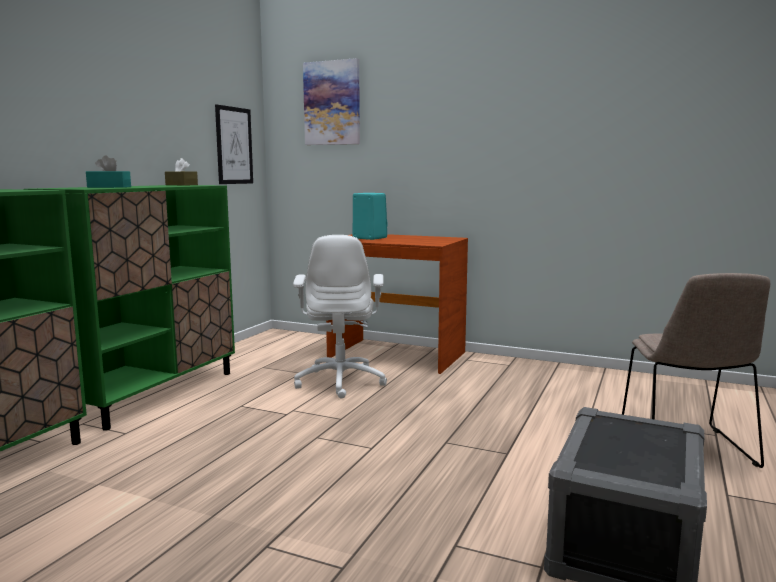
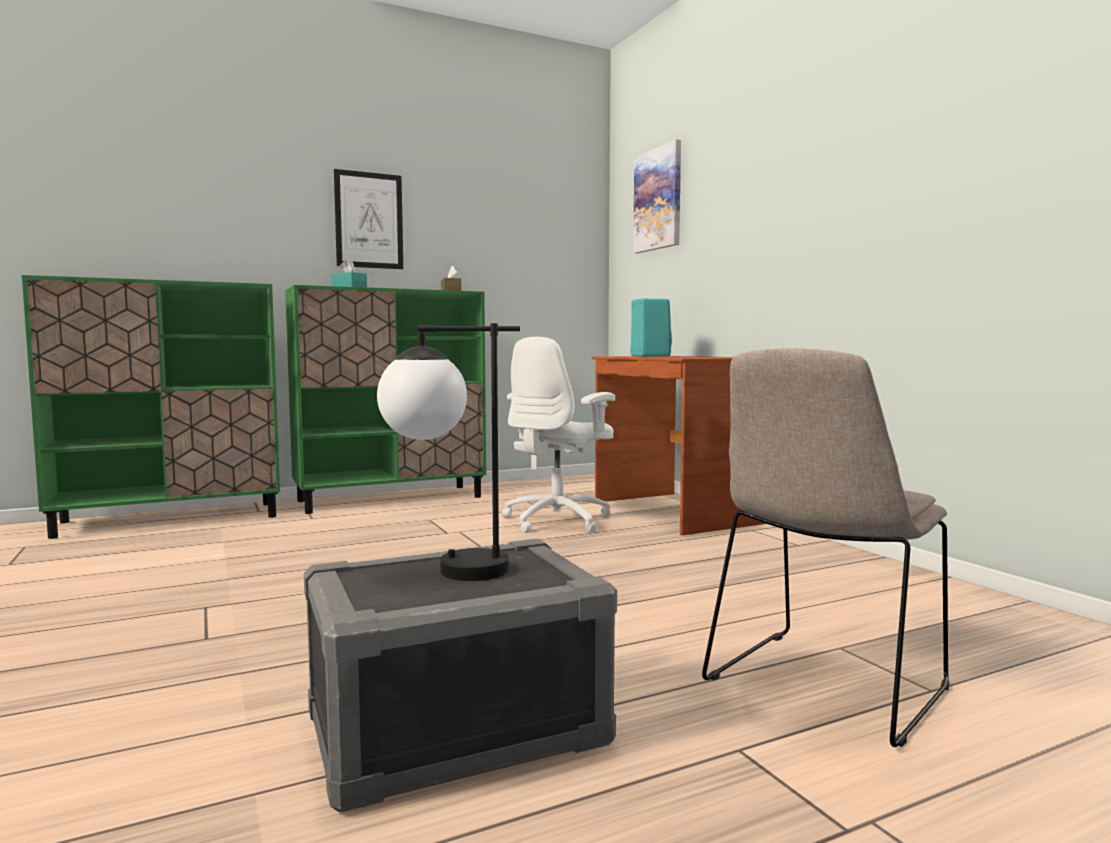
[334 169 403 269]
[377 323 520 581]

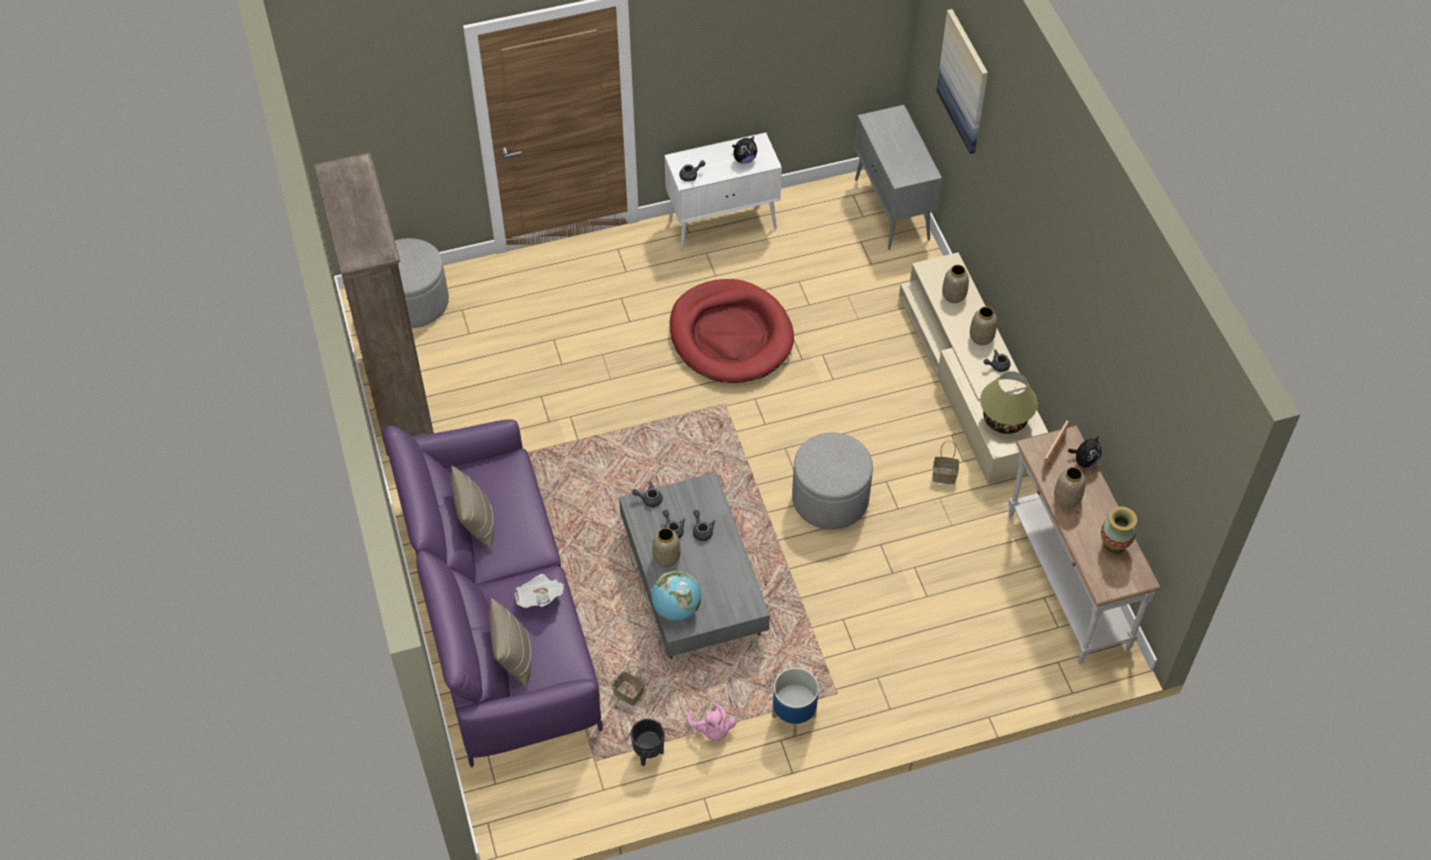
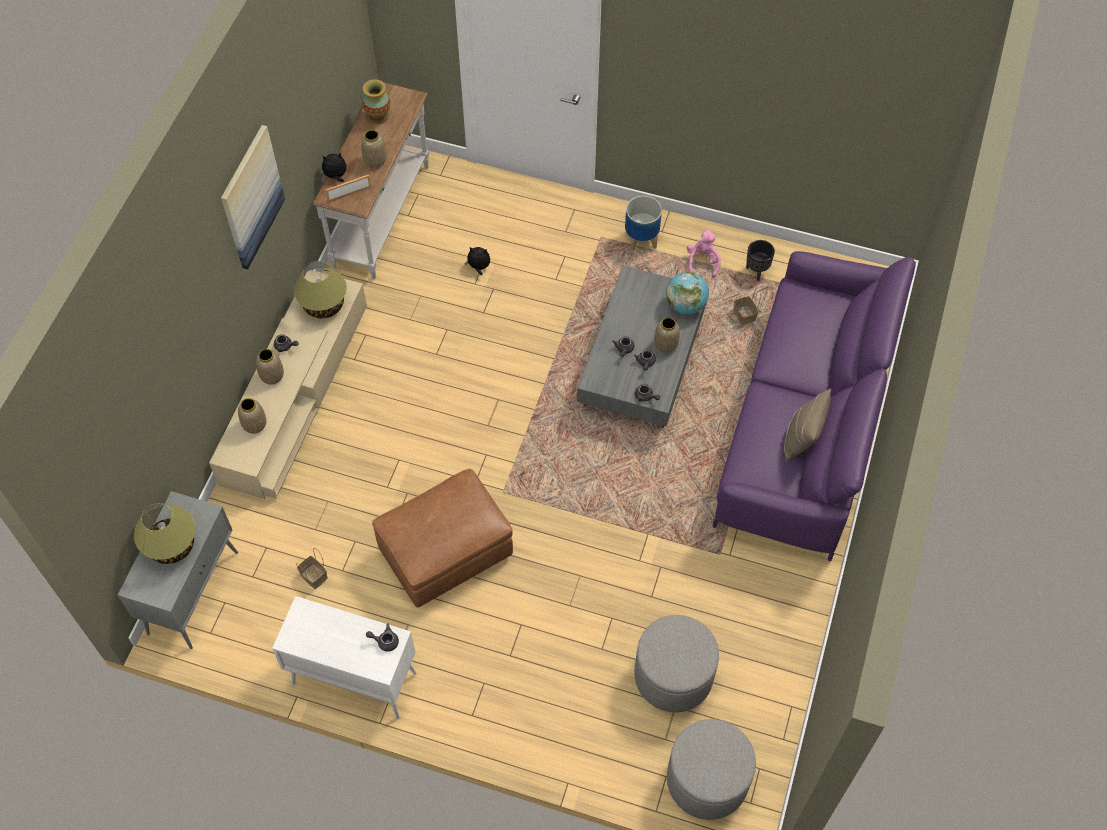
[134 503 195 564]
[221 125 285 270]
[296 548 328 589]
[372 468 513 607]
[464 247 490 275]
[634 615 719 713]
[314 153 434 456] (first image)
[489 598 531 688] (first image)
[515 574 564 608] (first image)

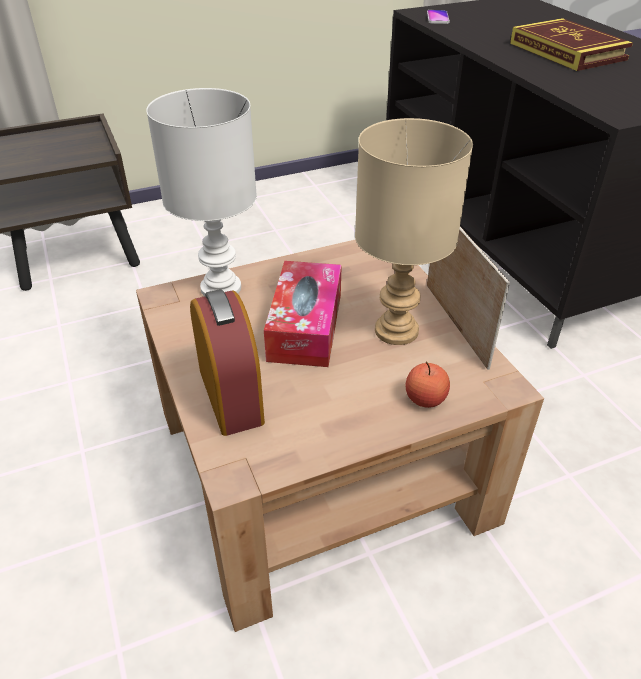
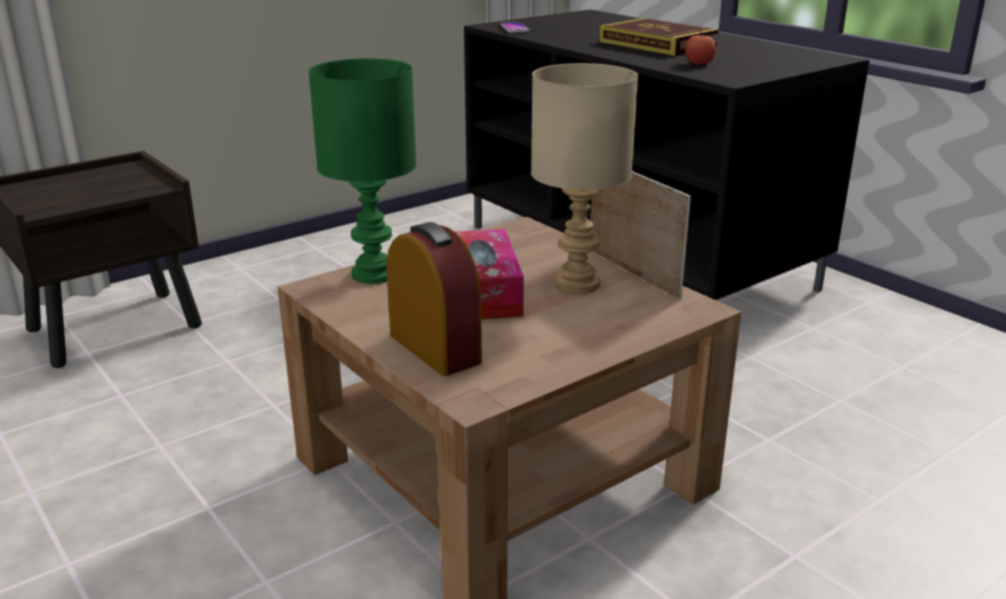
[308 58 416 284]
[685 28 716 65]

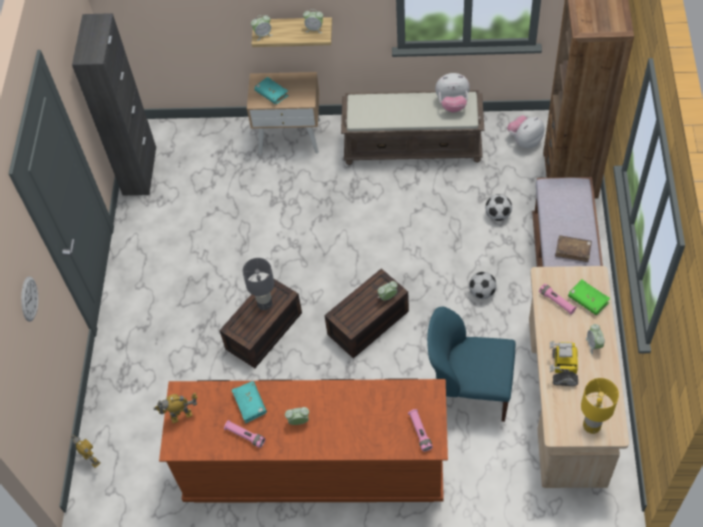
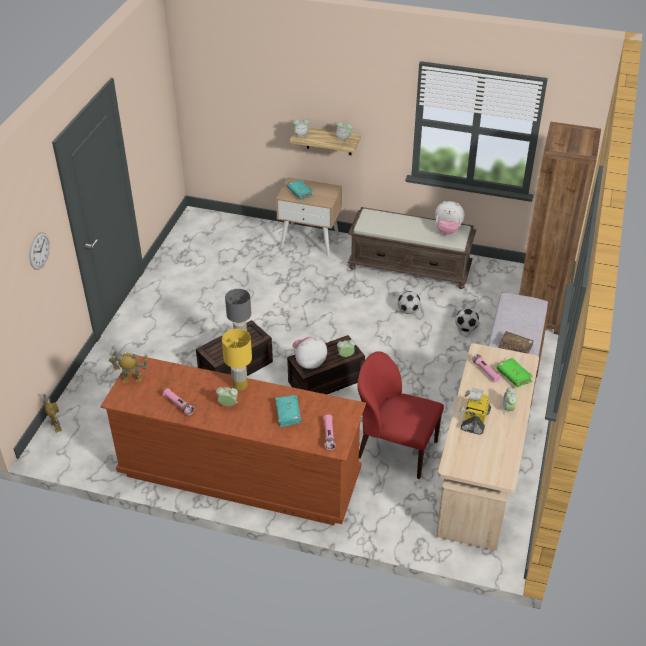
[222 329 252 391]
[275 395 301 428]
[292 336 327 369]
[357 351 444 479]
[398 291 421 314]
[72 13 156 195] (first image)

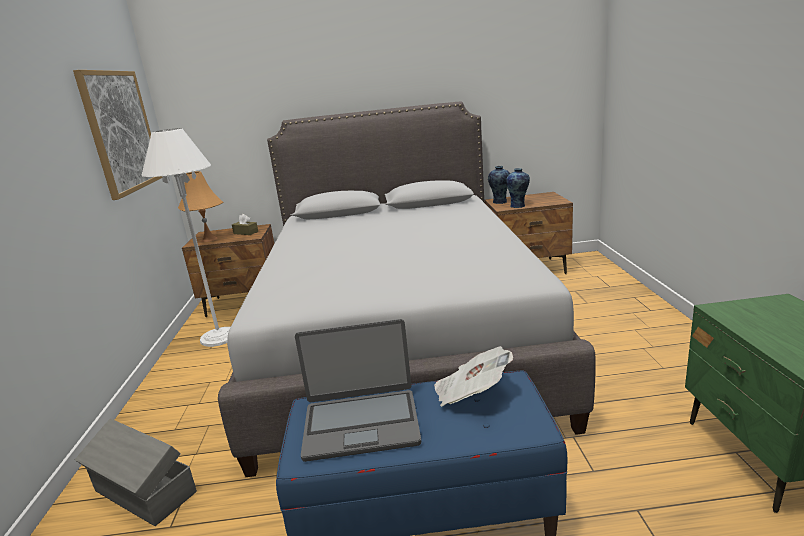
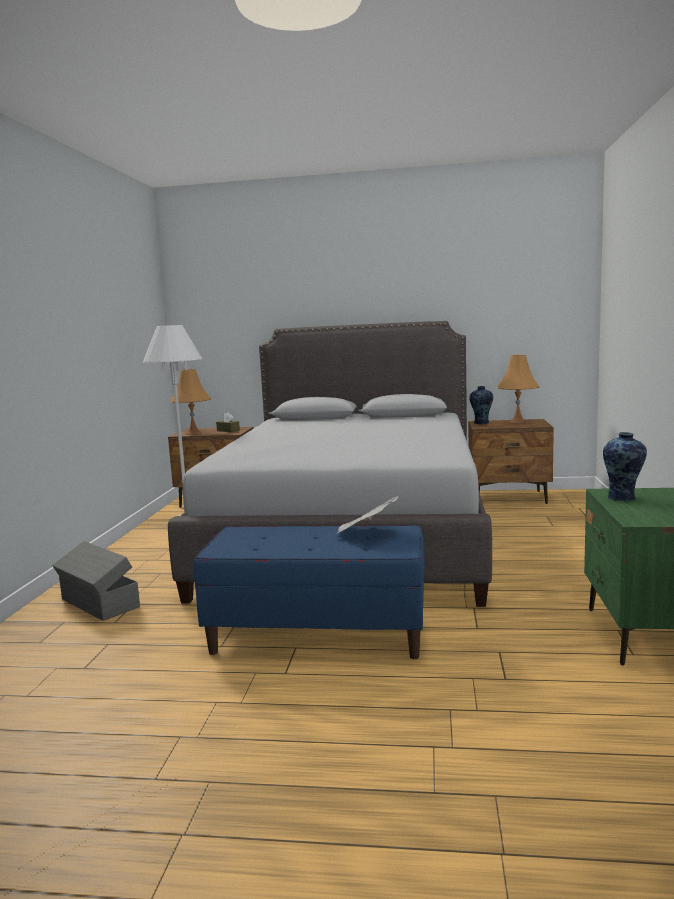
[497 355 539 423]
[603 432 647 501]
[73 70 162 200] (first image)
[295 319 421 462] (first image)

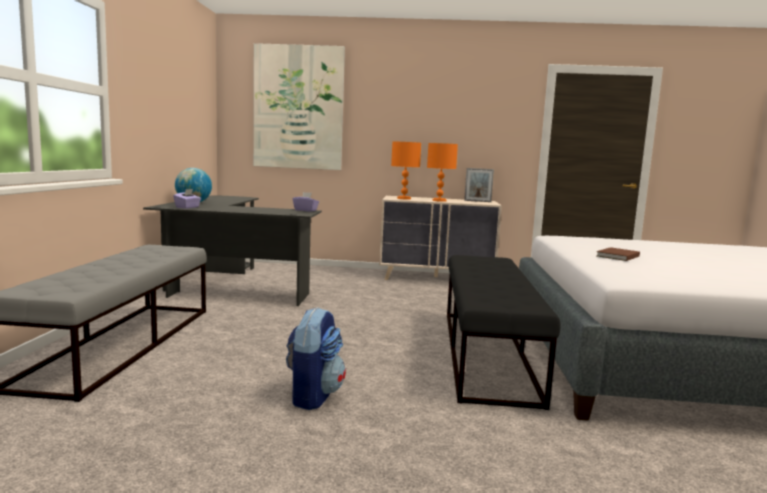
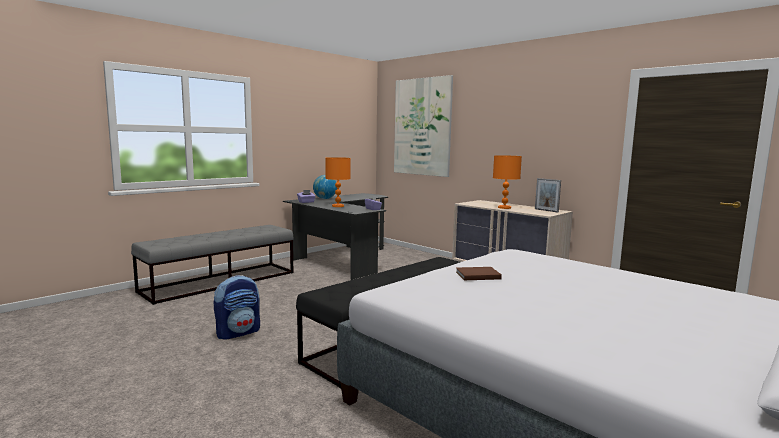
[325 157 350 207]

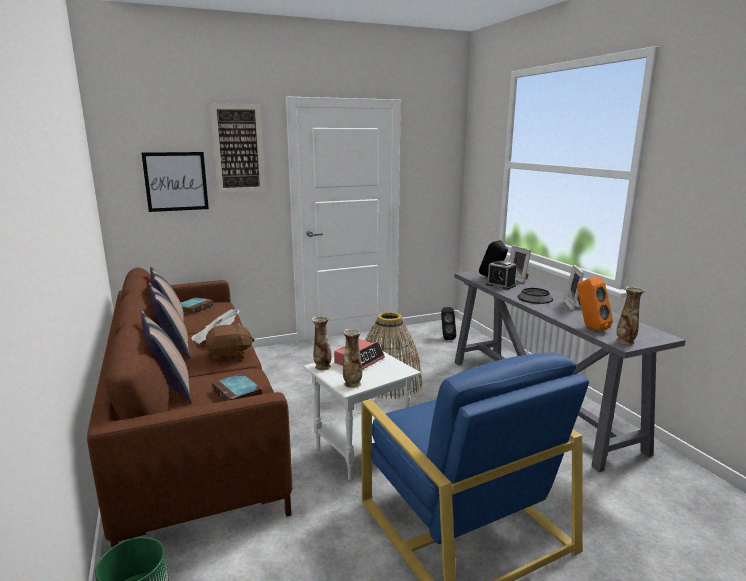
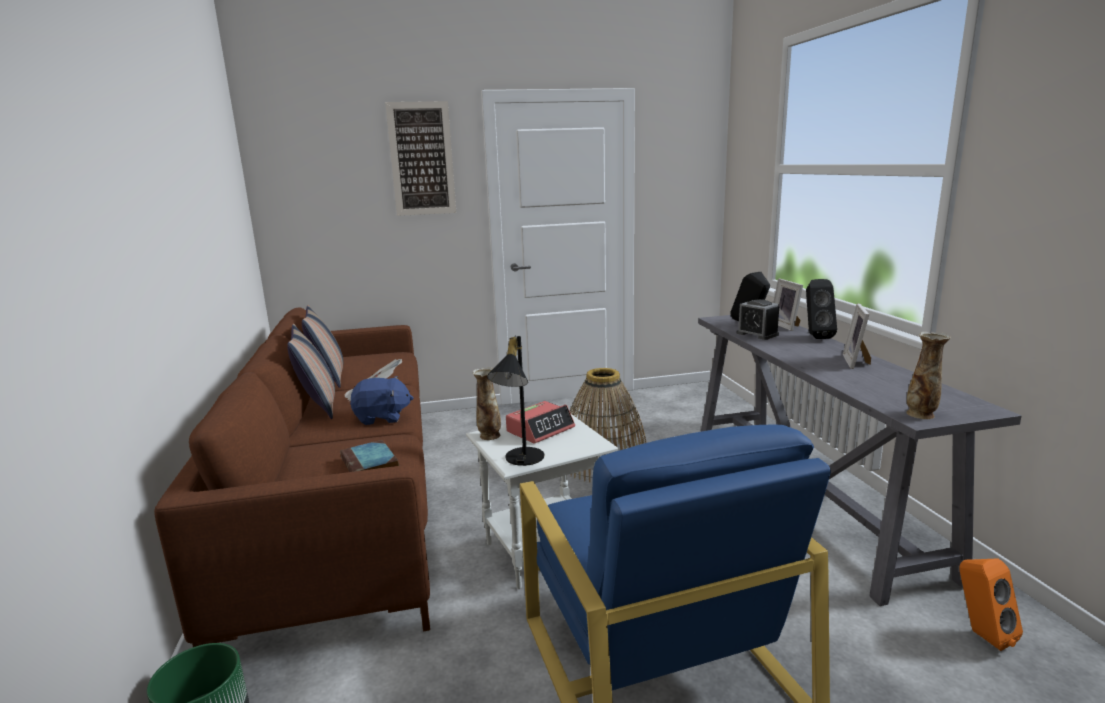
[350 376 414 425]
[487 335 544 466]
[806 279 837 339]
[959 558 1023 651]
[141 311 192 404] (first image)
[142 152 209 212] (first image)
[181 297 213 314] (first image)
[518 288 553 304] (first image)

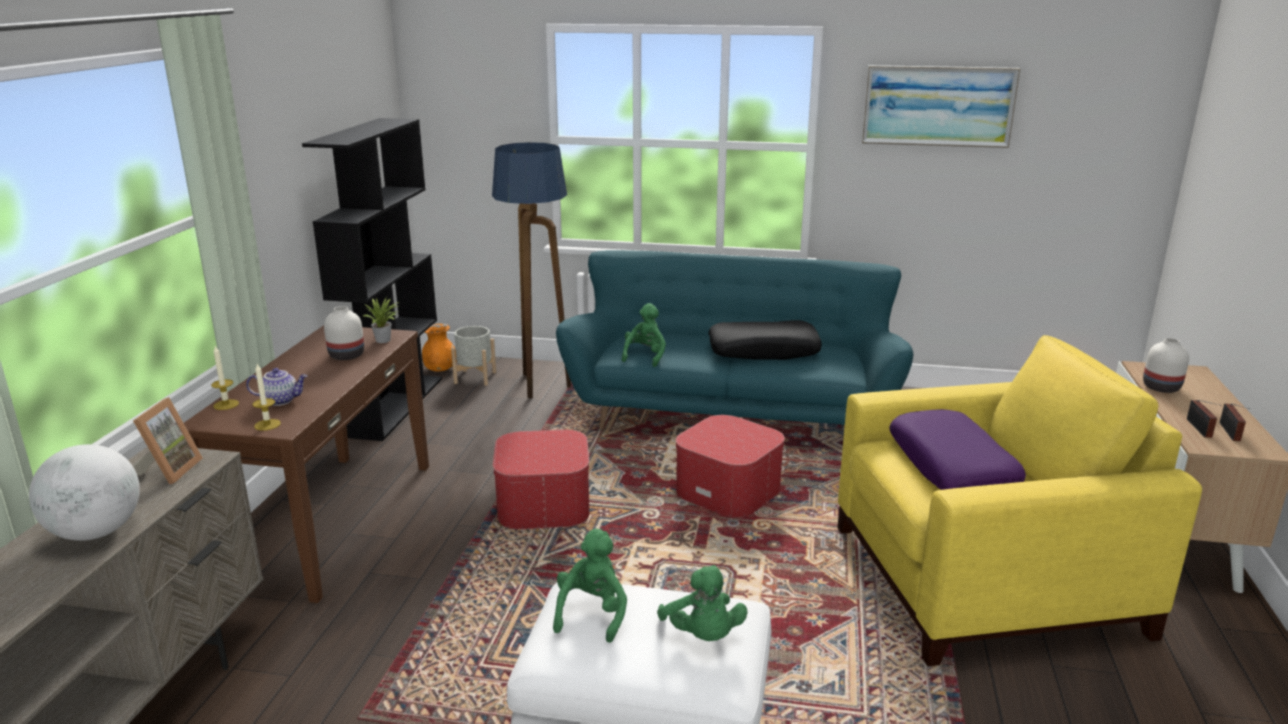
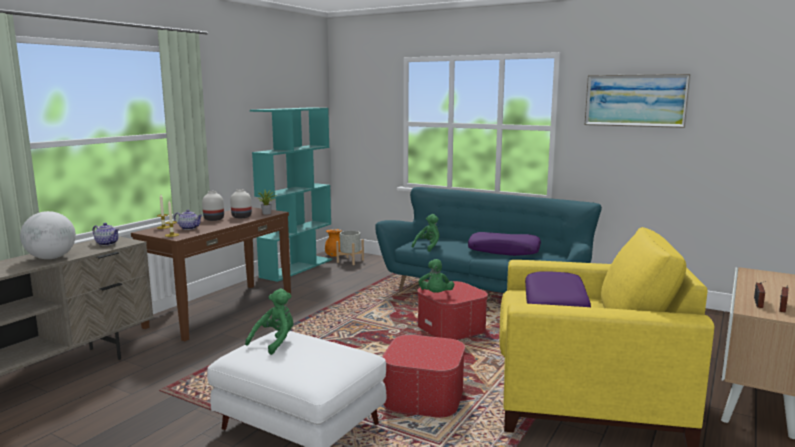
[93 223 119 246]
[202 191 224 221]
[250 107 332 282]
[382 335 465 418]
[419 259 454 293]
[468 232 541 256]
[492 142 571 399] (first image)

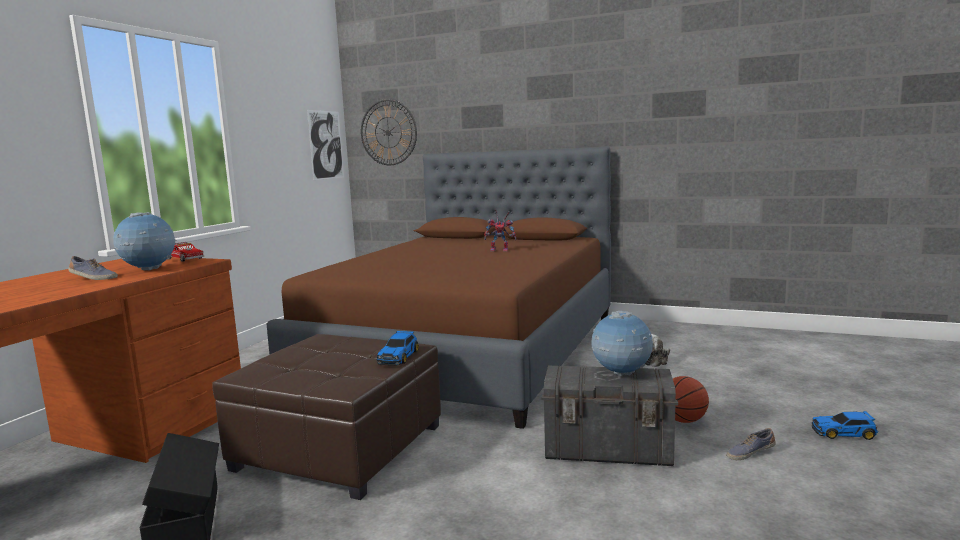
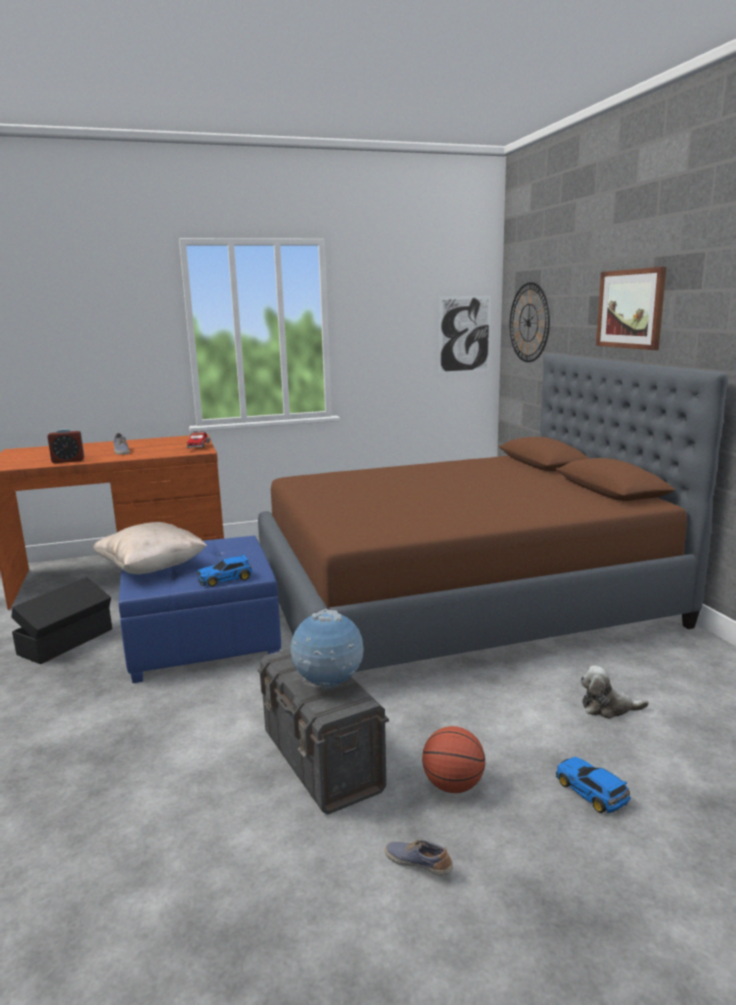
[47 429 84 463]
[93 522 207 574]
[119 536 281 683]
[556 757 631 813]
[596 267 666 350]
[113 212 177 271] (first image)
[484 209 516 252] (first image)

